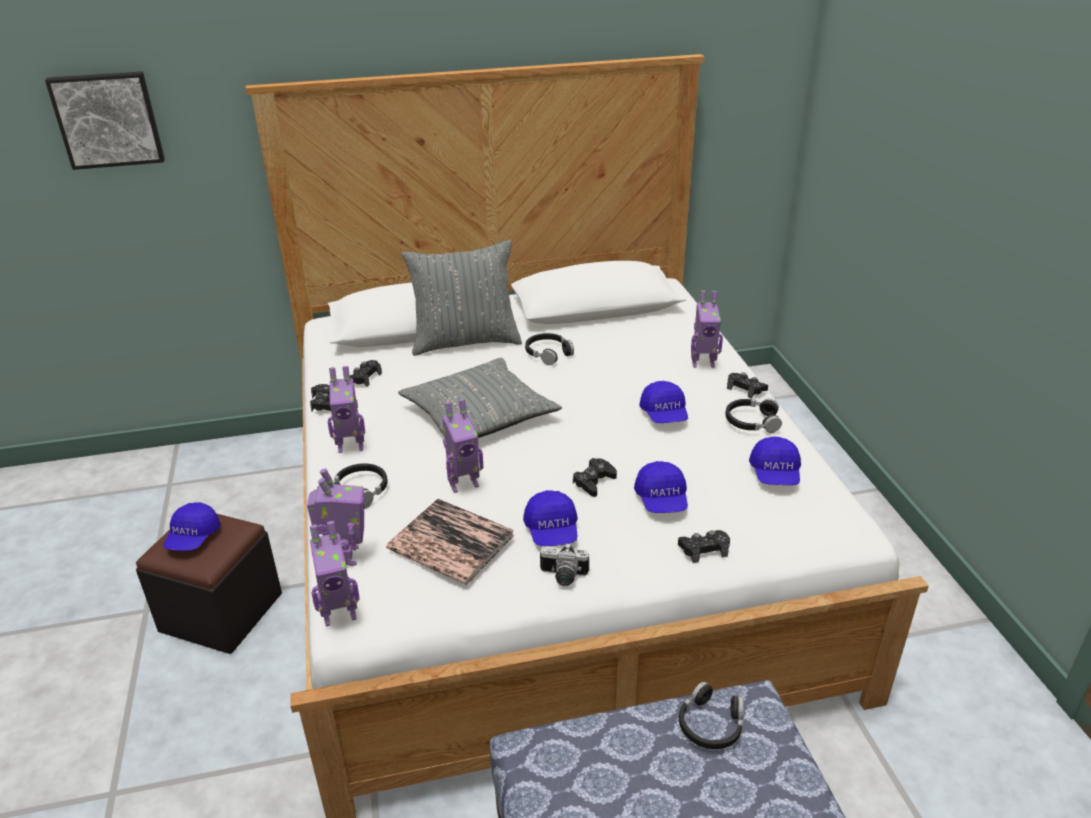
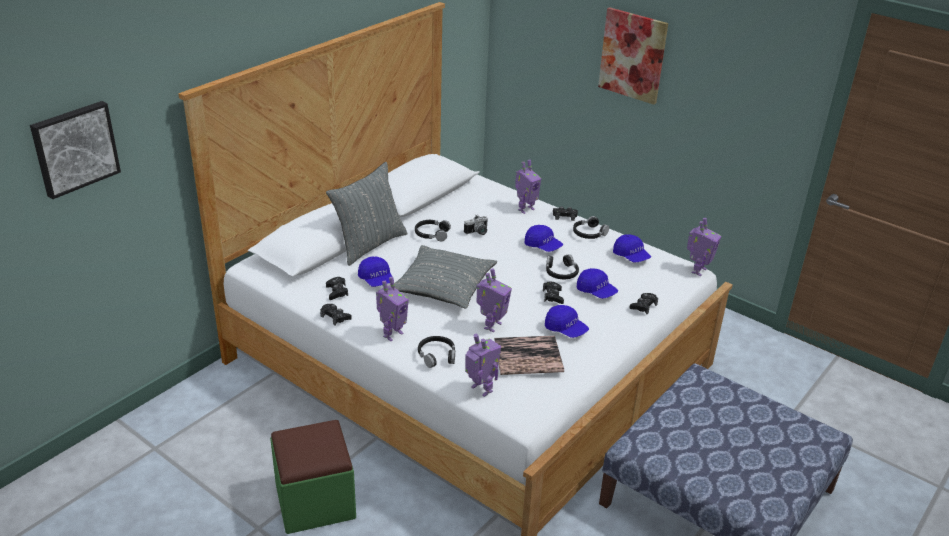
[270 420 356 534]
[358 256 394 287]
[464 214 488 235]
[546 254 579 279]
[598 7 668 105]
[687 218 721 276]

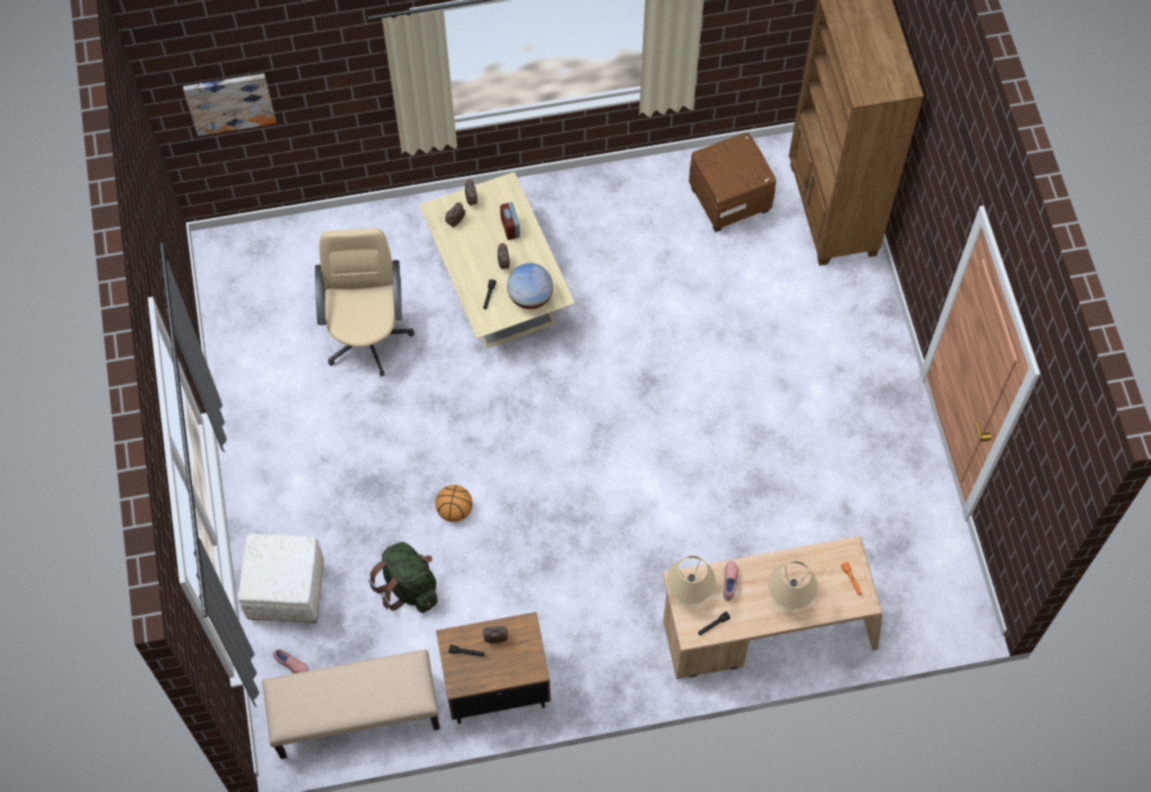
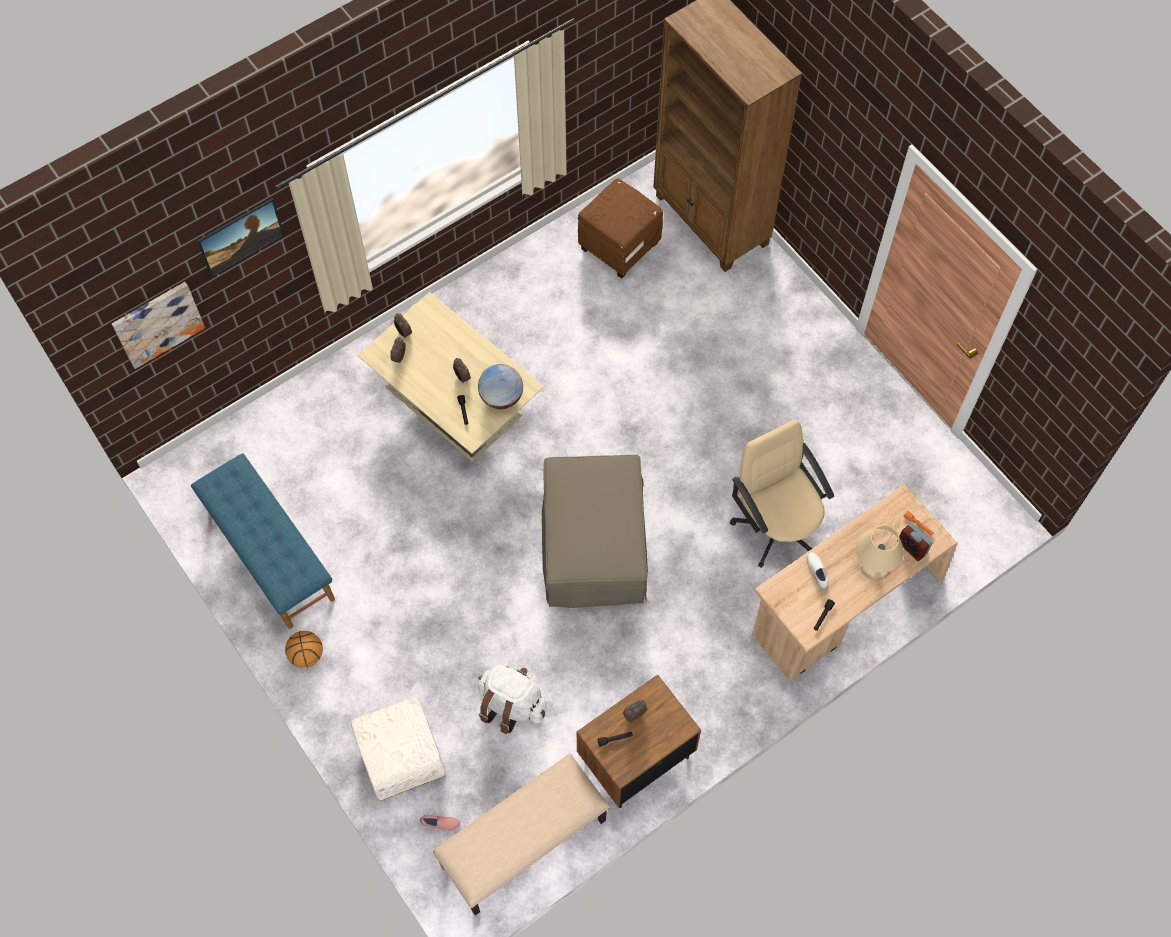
[191 453 335 629]
[197 198 285 277]
[285 631 323 668]
[478 665 547 734]
[542 455 648 608]
[730 420 834 568]
[807 552 828 590]
[899 523 932 561]
[667 555 716 607] (first image)

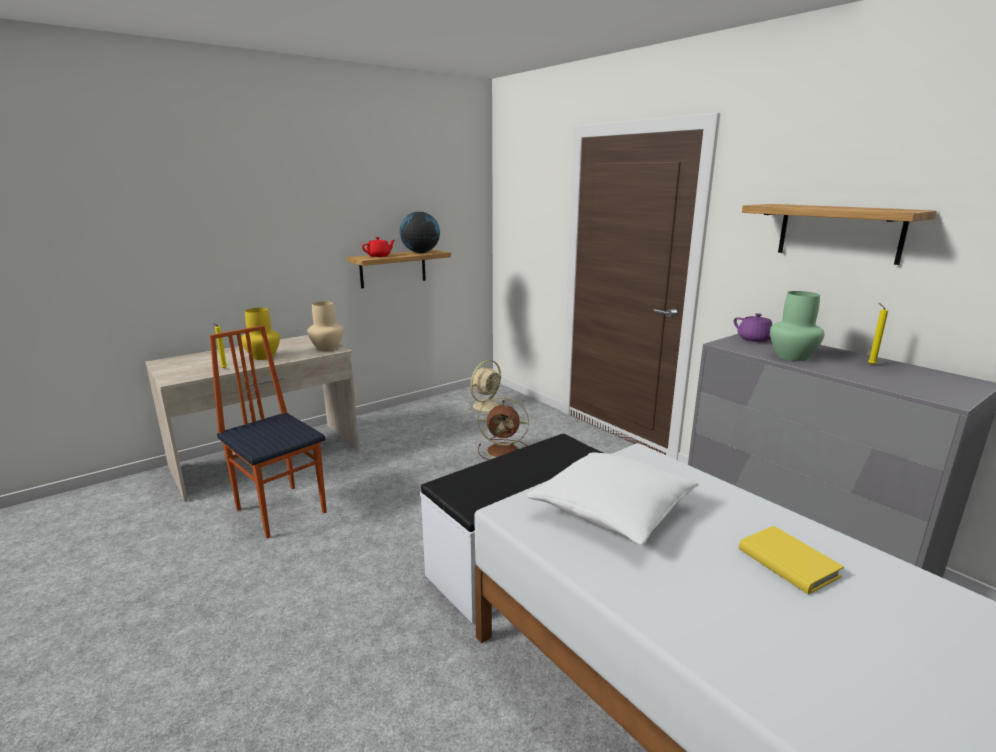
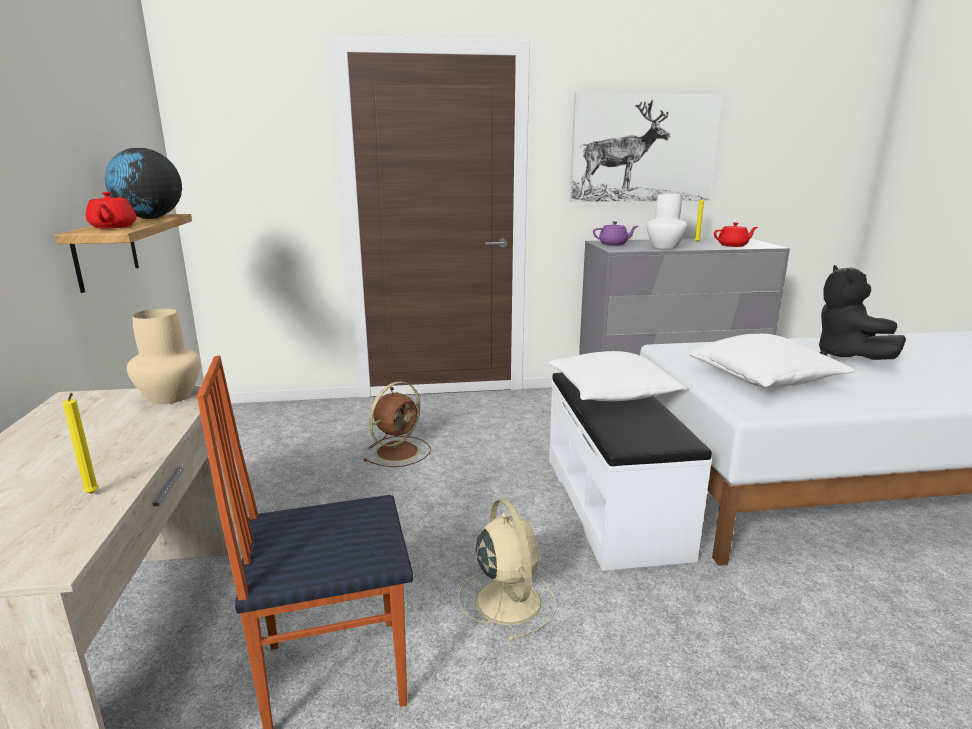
[458 499 556 642]
[548 351 687 401]
[570 93 722 202]
[647 194 687 249]
[714 222 758 247]
[819 265 906 360]
[241 308 280 360] (first image)

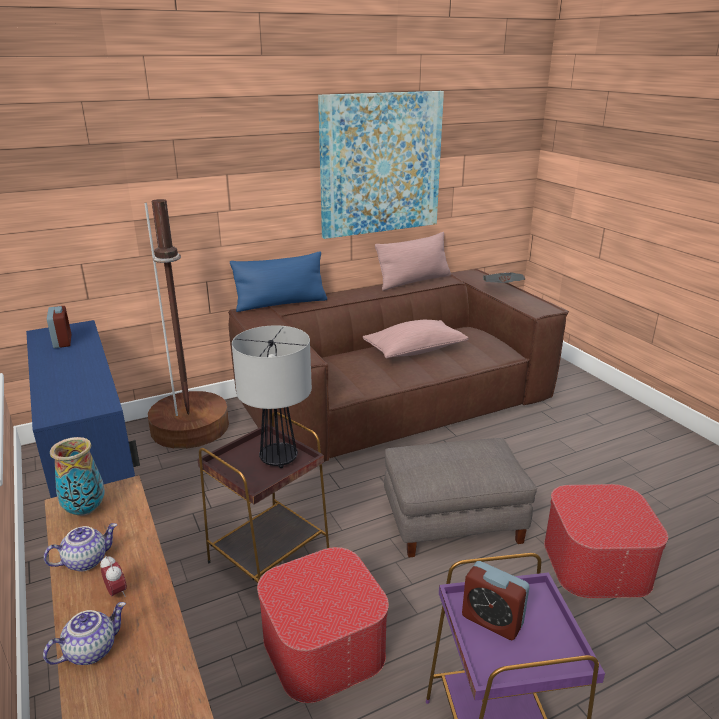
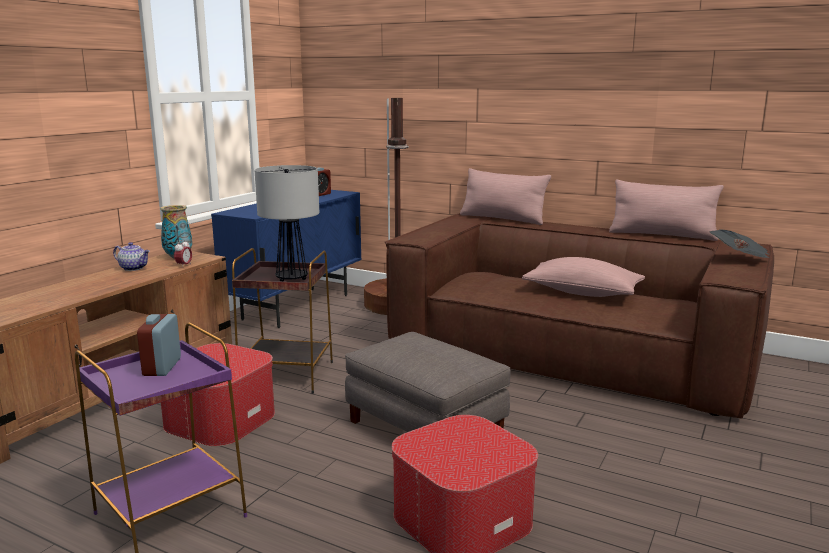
[174 239 192 268]
[460 168 551 225]
[43 602 126 665] (first image)
[318 91 444 239] (first image)

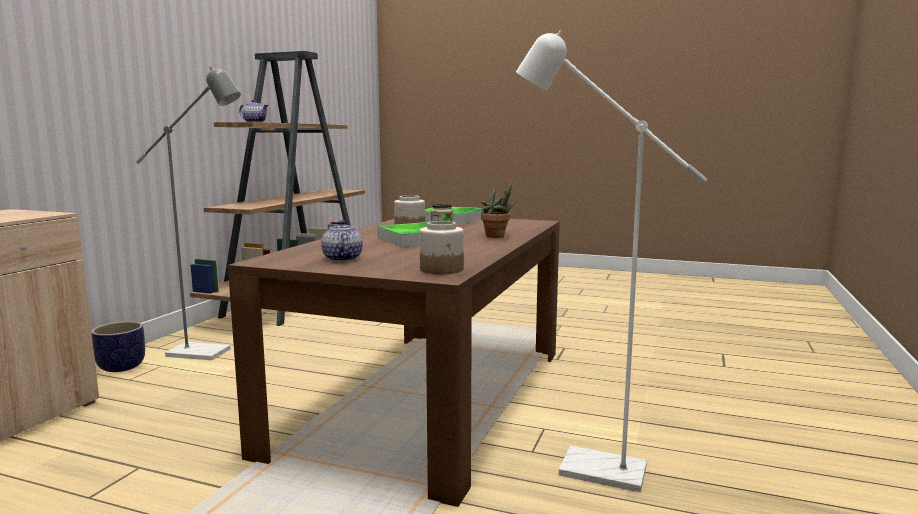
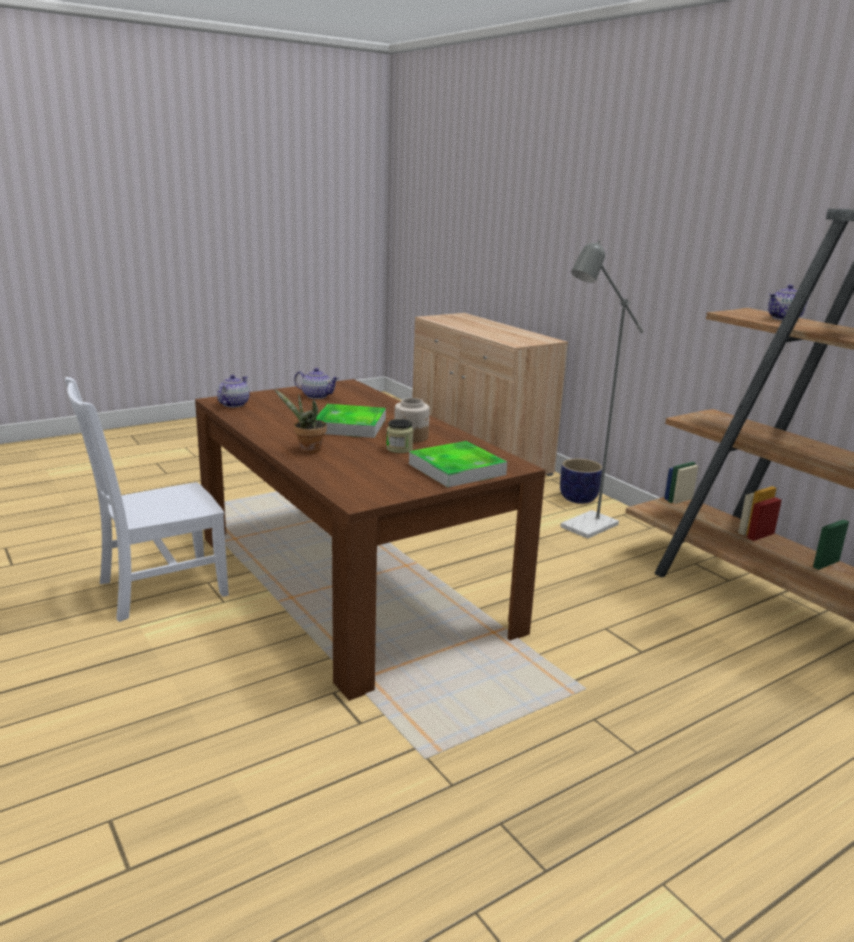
[65 377 229 622]
[217 375 250 407]

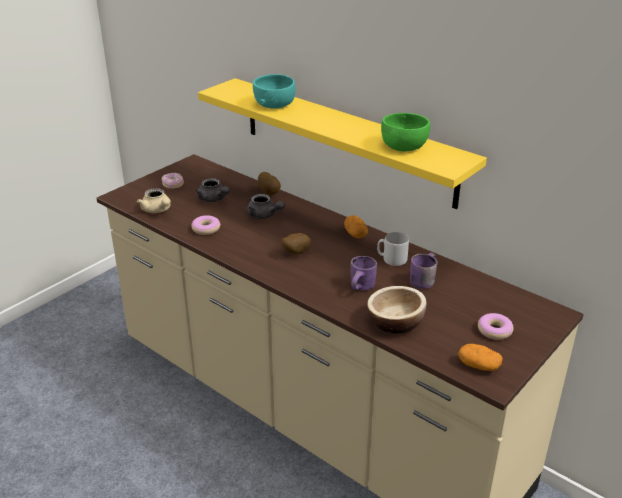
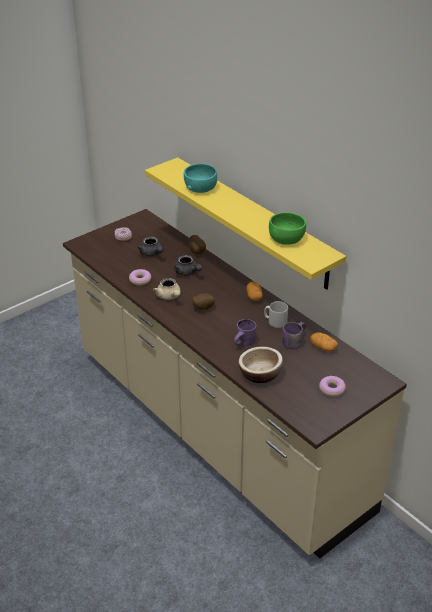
[153 278 181 300]
[310 332 338 352]

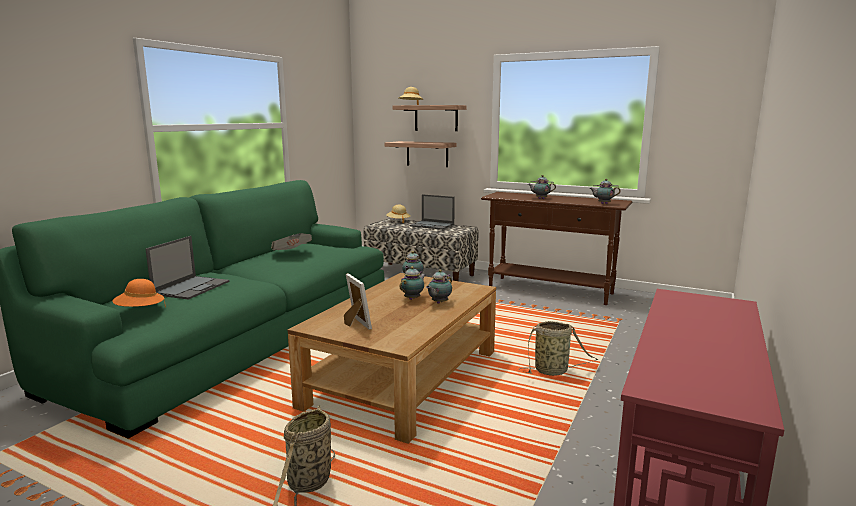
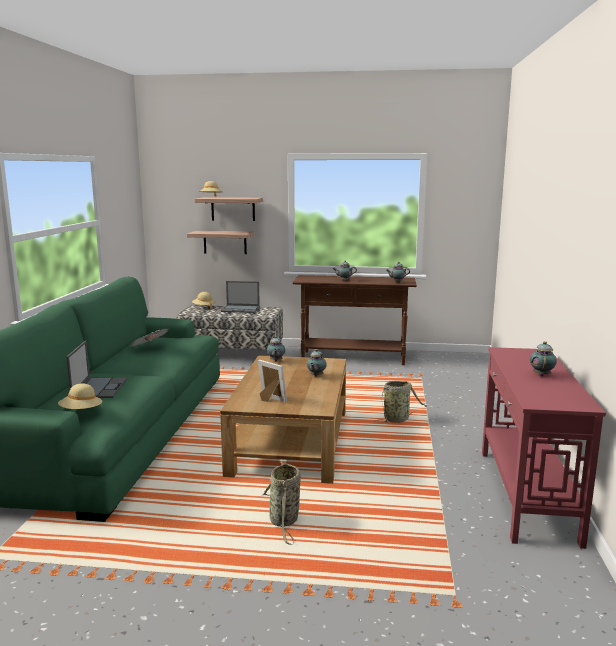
[58 383 102 409]
[530 341 557 376]

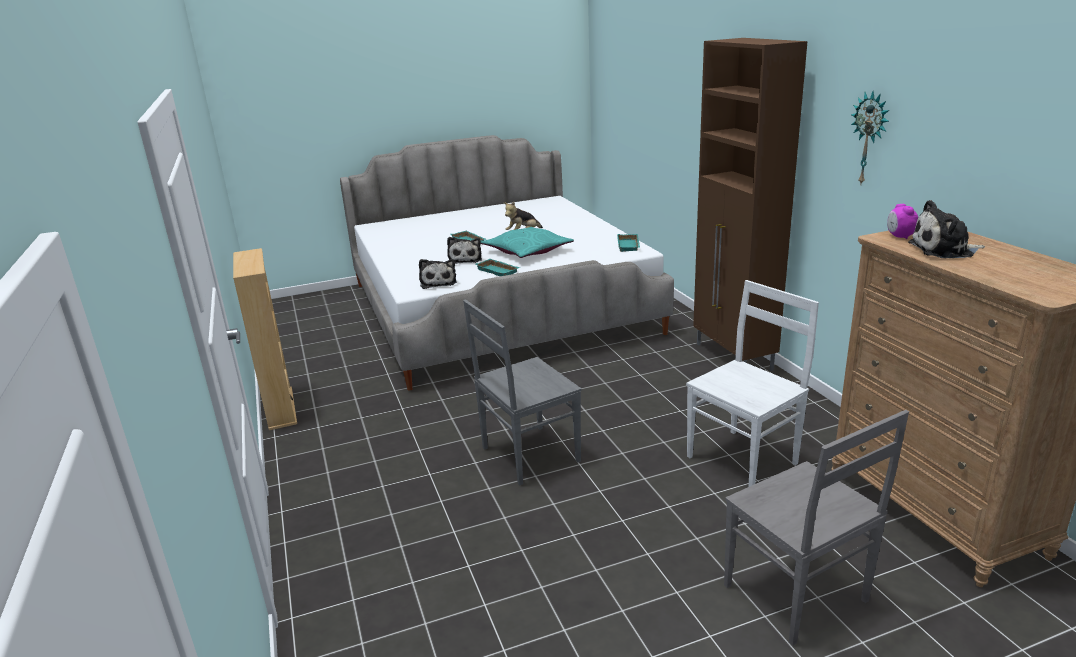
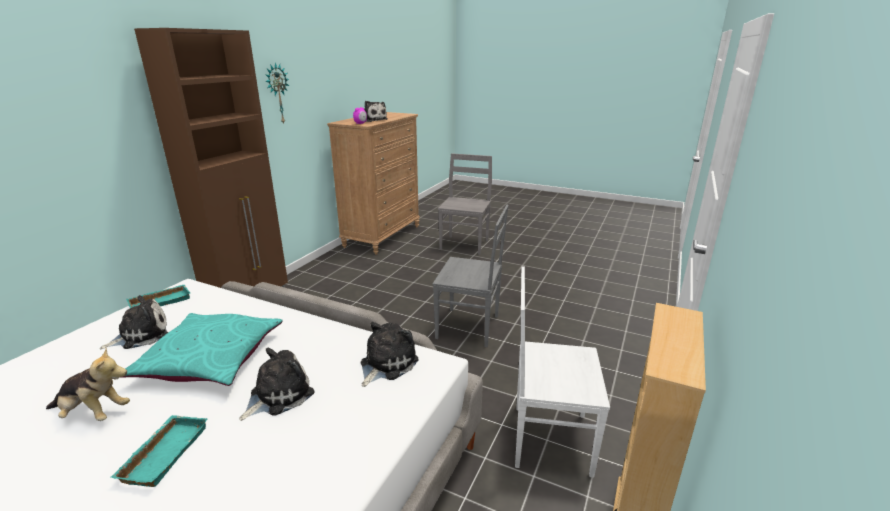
[99 295 168 349]
[515 266 610 478]
[476 259 520 276] (first image)

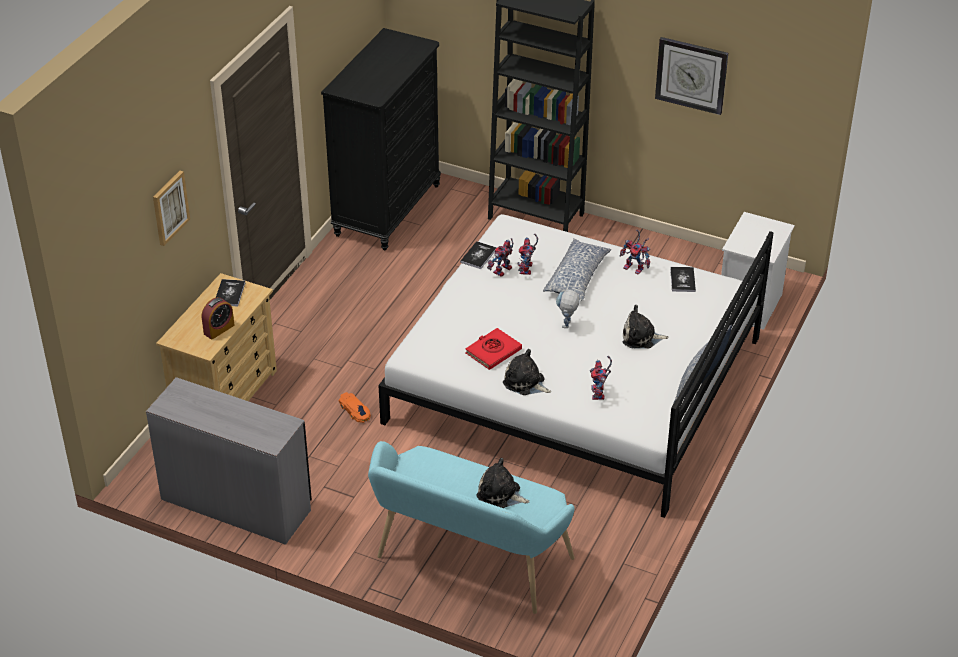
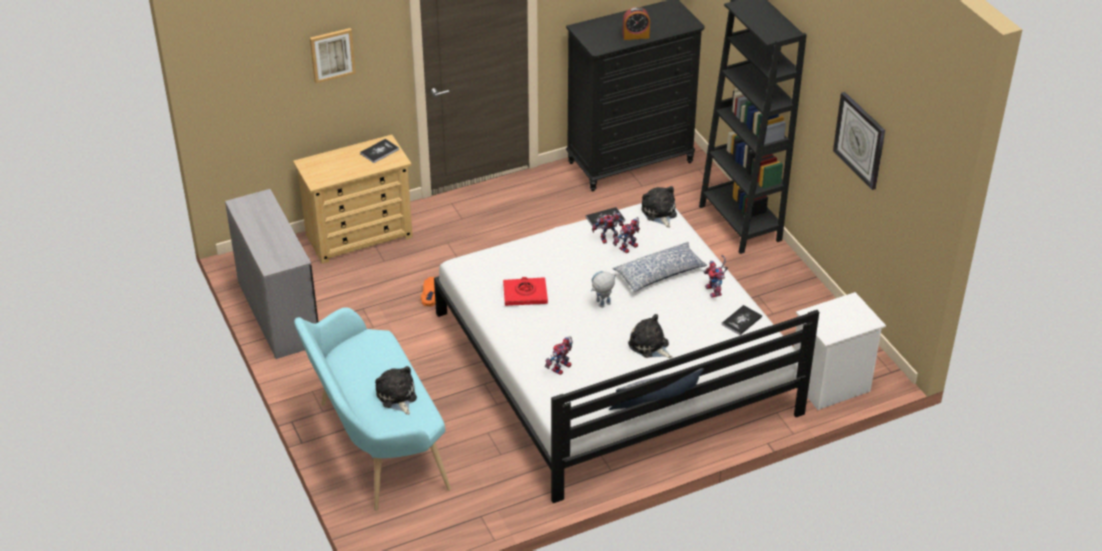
[622 7 650 40]
[641 186 677 228]

